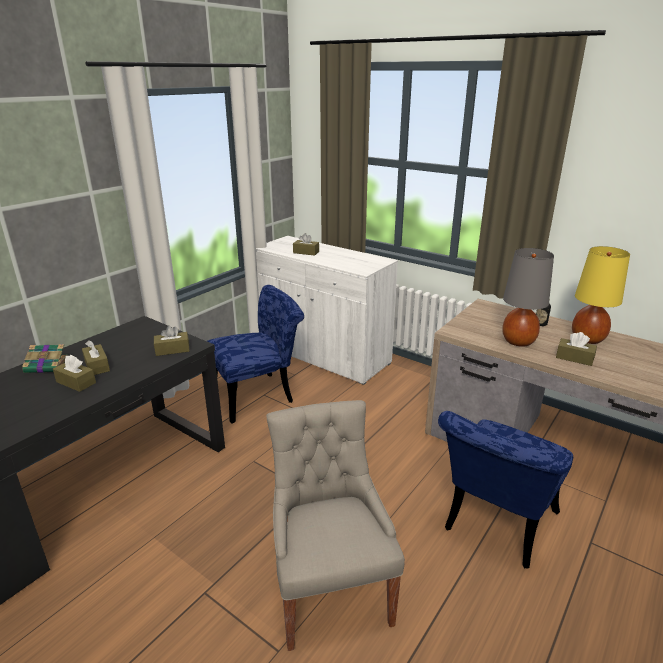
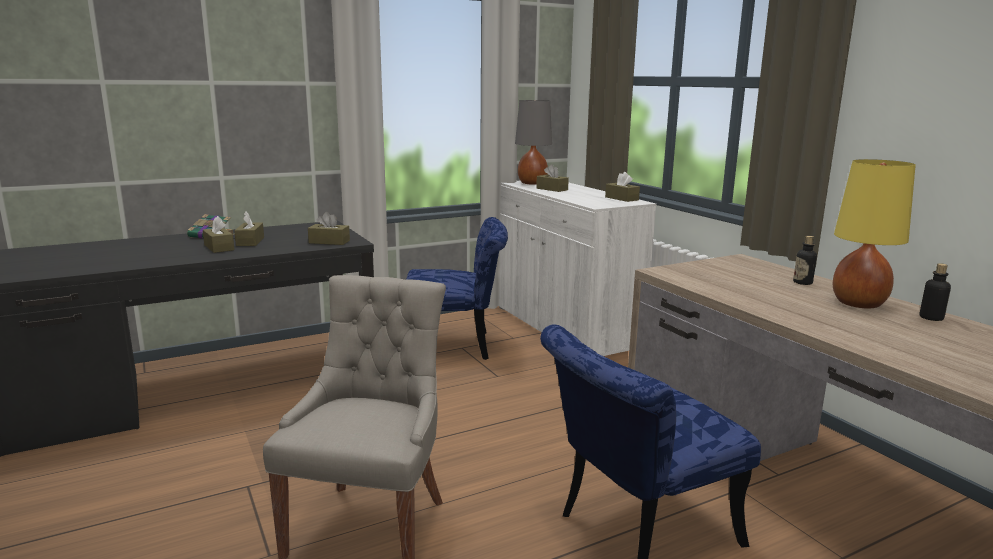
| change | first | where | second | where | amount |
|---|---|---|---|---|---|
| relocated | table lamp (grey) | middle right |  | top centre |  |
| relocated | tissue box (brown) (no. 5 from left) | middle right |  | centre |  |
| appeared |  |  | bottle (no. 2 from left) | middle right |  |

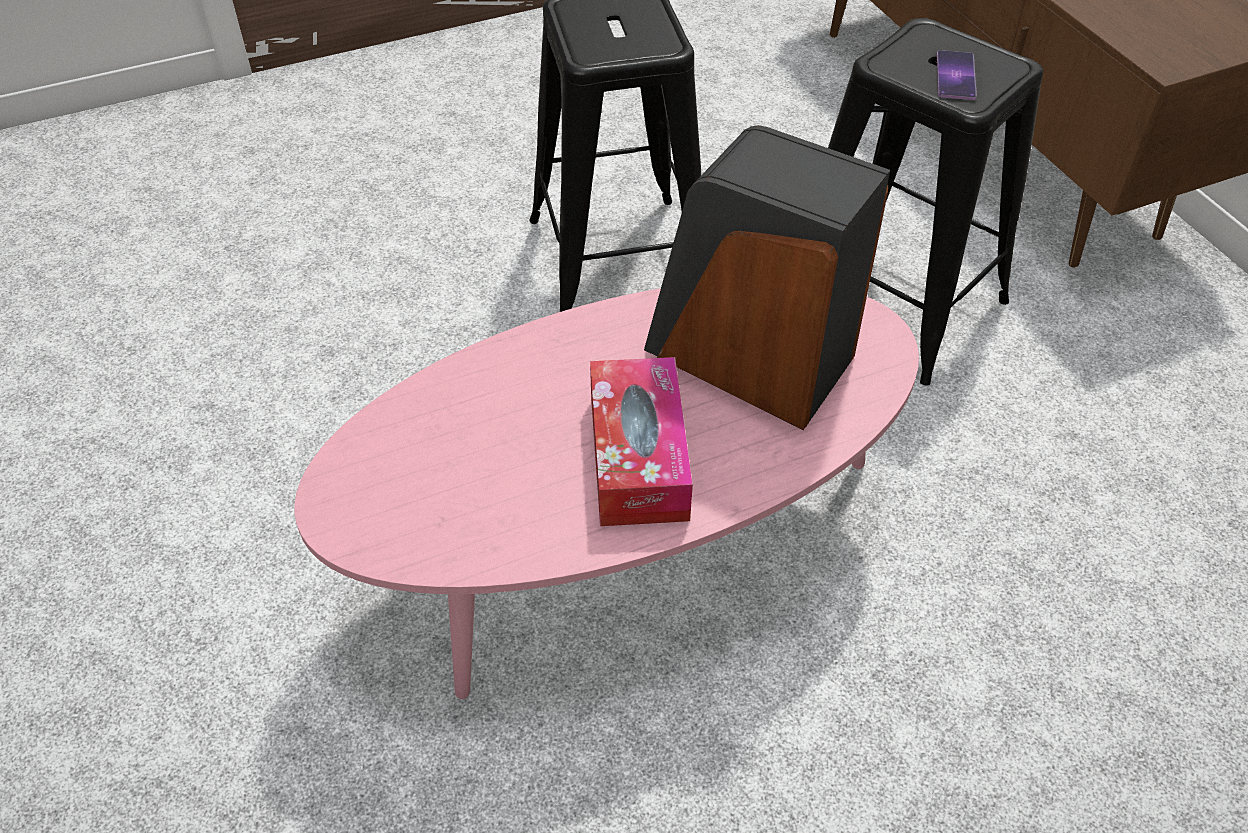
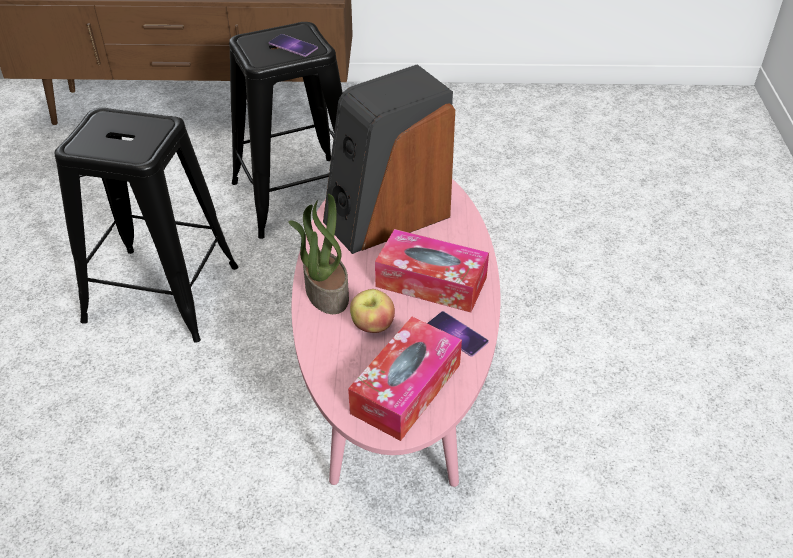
| change | first | where | second | where | amount |
|---|---|---|---|---|---|
| appeared |  |  | potted plant | centre |  |
| appeared |  |  | apple | centre |  |
| appeared |  |  | phone (no. 2 from left) | centre |  |
| appeared |  |  | tissue box (no. 1 from left) | bottom centre |  |

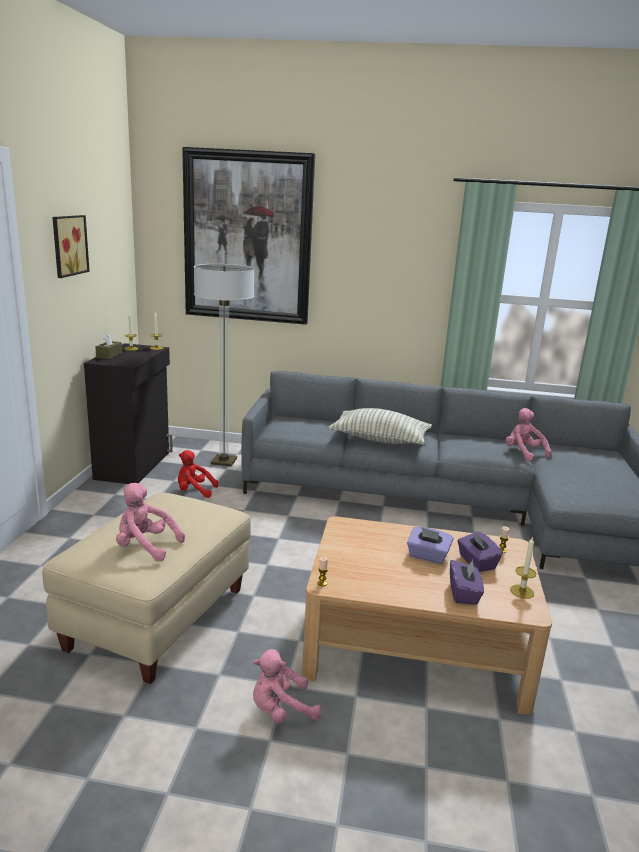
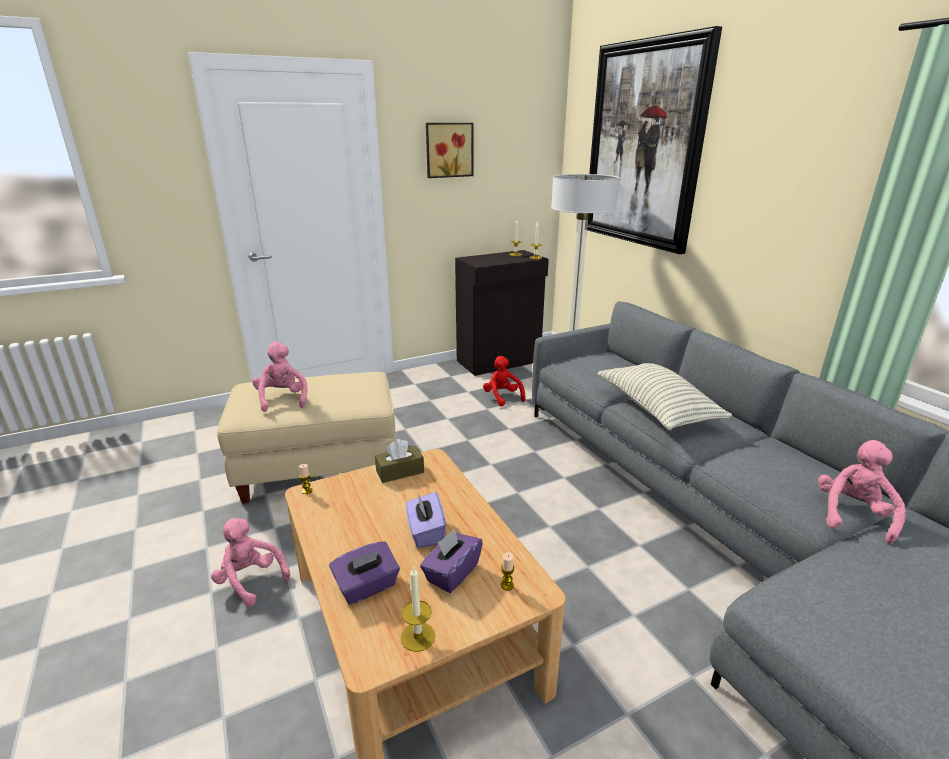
| change | first | where | second | where | amount |
|---|---|---|---|---|---|
| relocated | tissue box (brown) | middle left |  | centre |  |

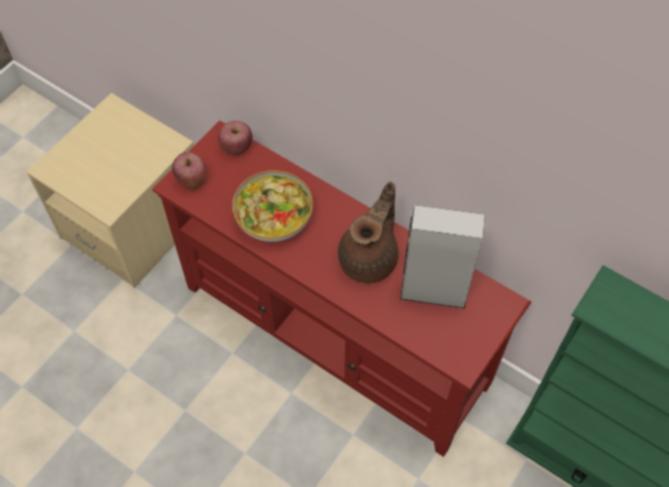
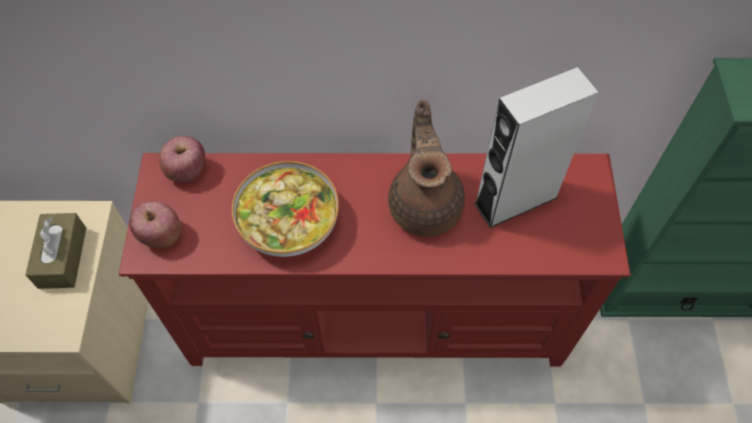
| change | first | where | second | where | amount |
|---|---|---|---|---|---|
| appeared |  |  | tissue box (brown) | middle left |  |

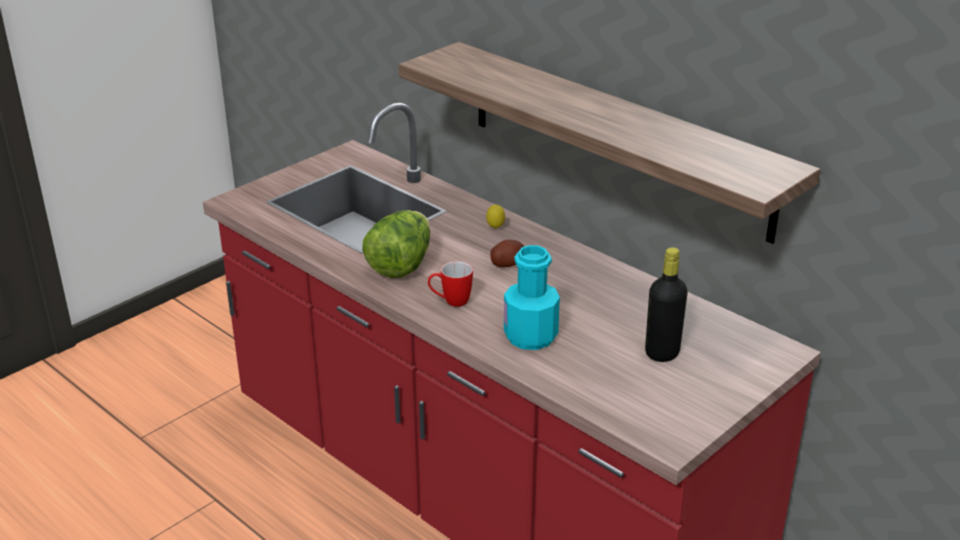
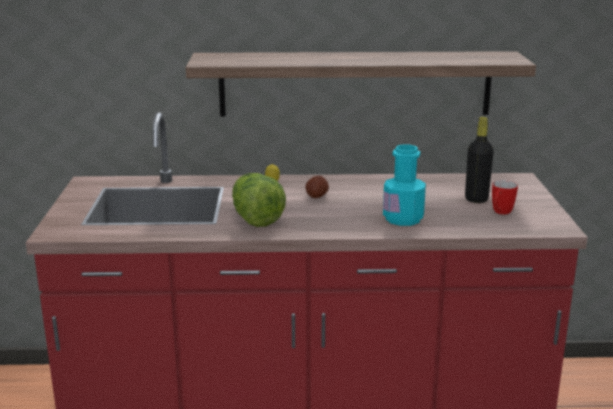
| change | first | where | second | where | amount |
|---|---|---|---|---|---|
| relocated | mug | centre |  | middle right |  |

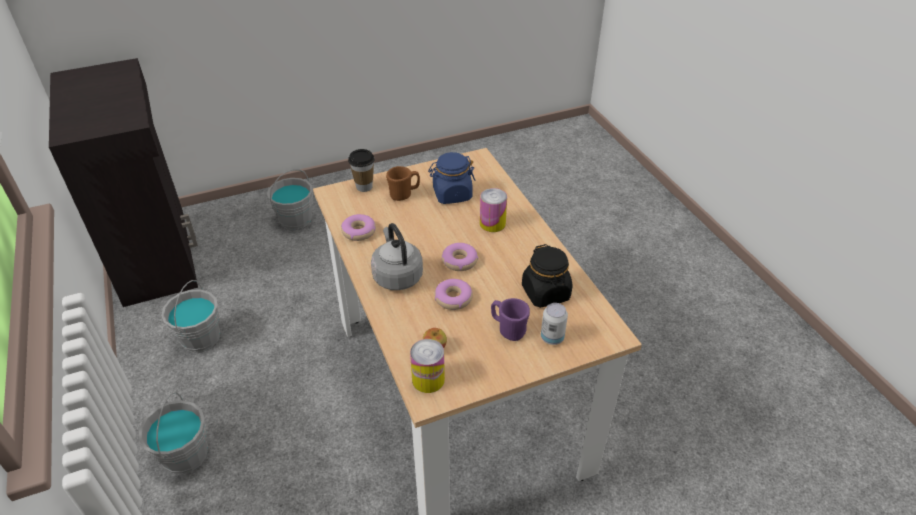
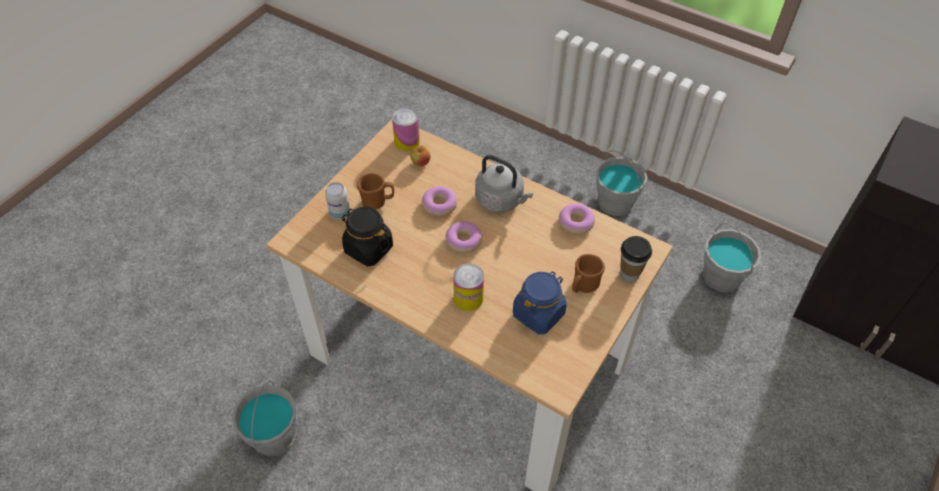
| change | first | where | second | where | amount |
|---|---|---|---|---|---|
| relocated | bucket (grey) (no. 3 from left in the first image) | middle left | bucket (grey) (no. 1 from left) | bottom left |  |
| colour | mug (purple) | centre | mug (brown) (no. 1 from left) | centre |  |

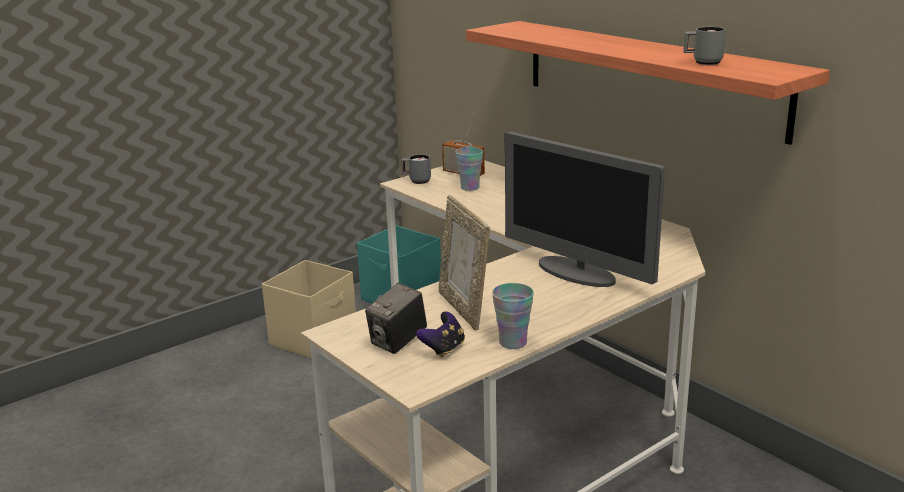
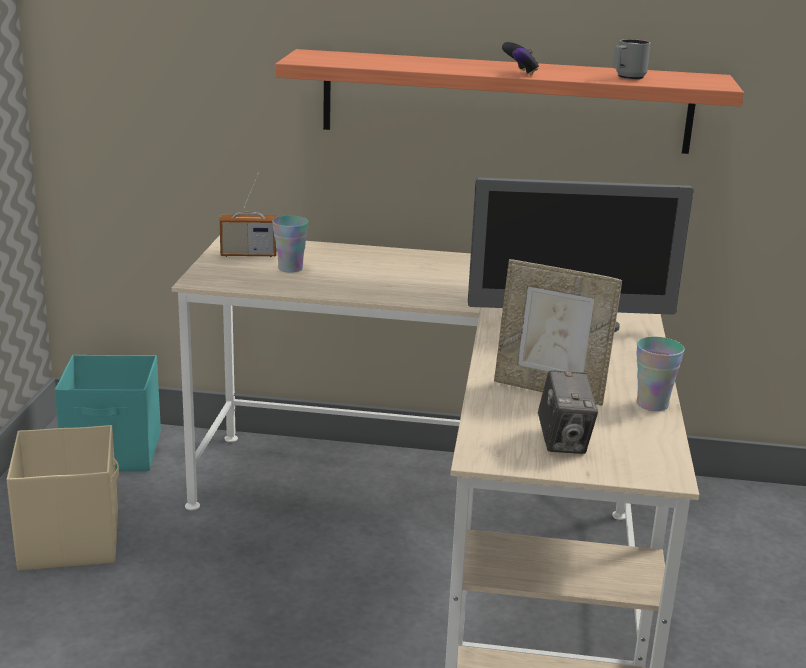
| change | first | where | second | where | amount |
|---|---|---|---|---|---|
| missing | mug (grey) (no. 1 from left) | centre |  |  |  |
| relocated | game controller | bottom centre |  | top centre |  |

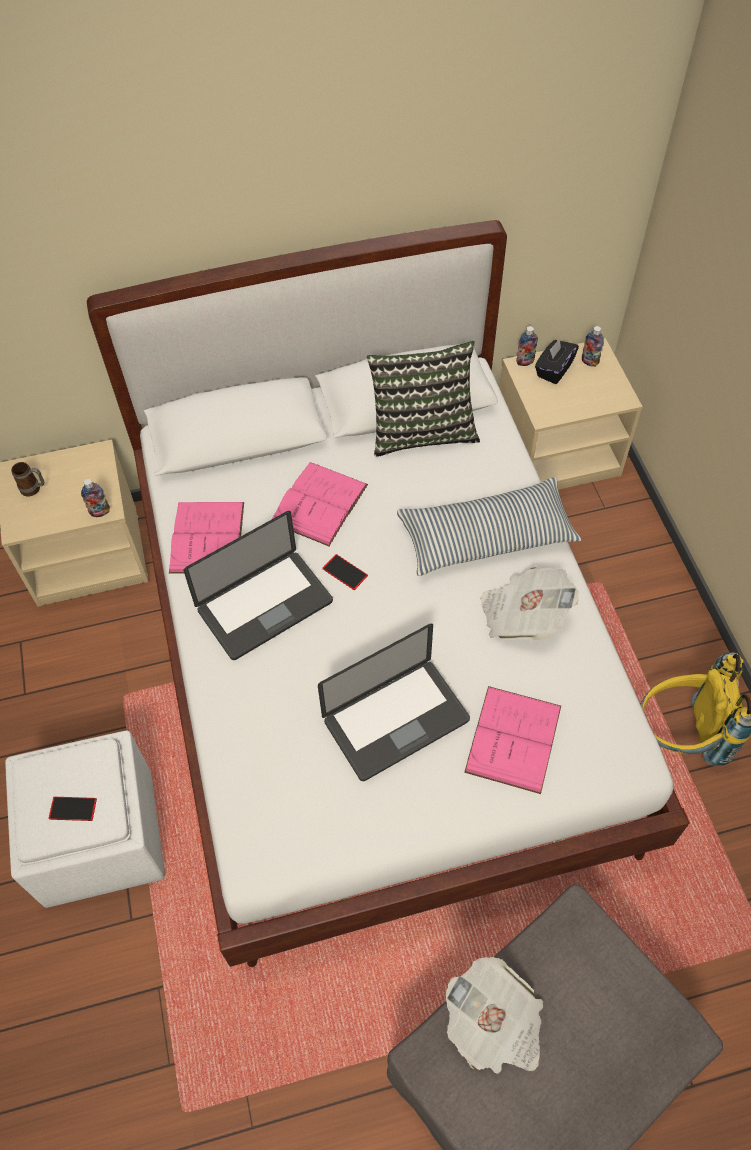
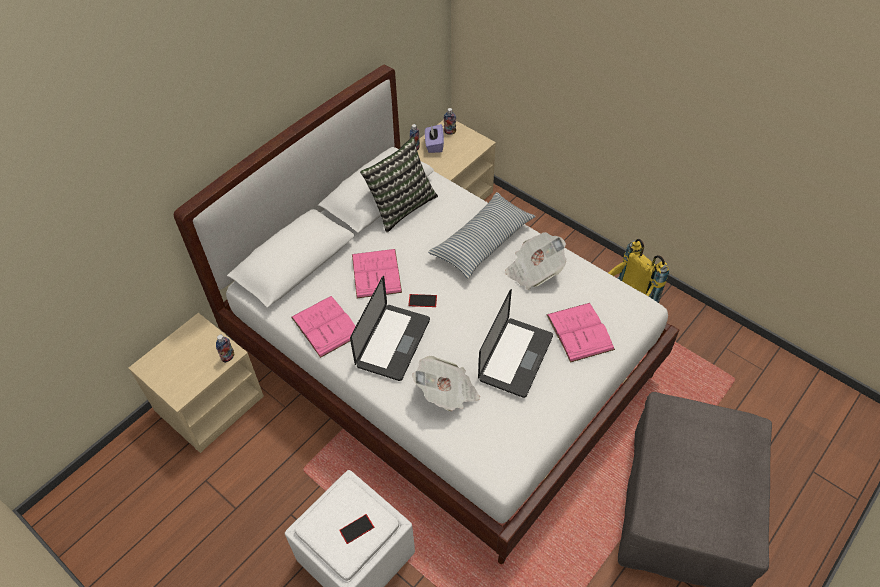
| change | first | where | second | where | amount |
|---|---|---|---|---|---|
| colour | tissue box (black) | top right | tissue box (purple) | top centre |  |
| missing | mug | middle left |  |  |  |
| relocated | newspaper (no. 1 from left) | bottom centre |  | centre |  |

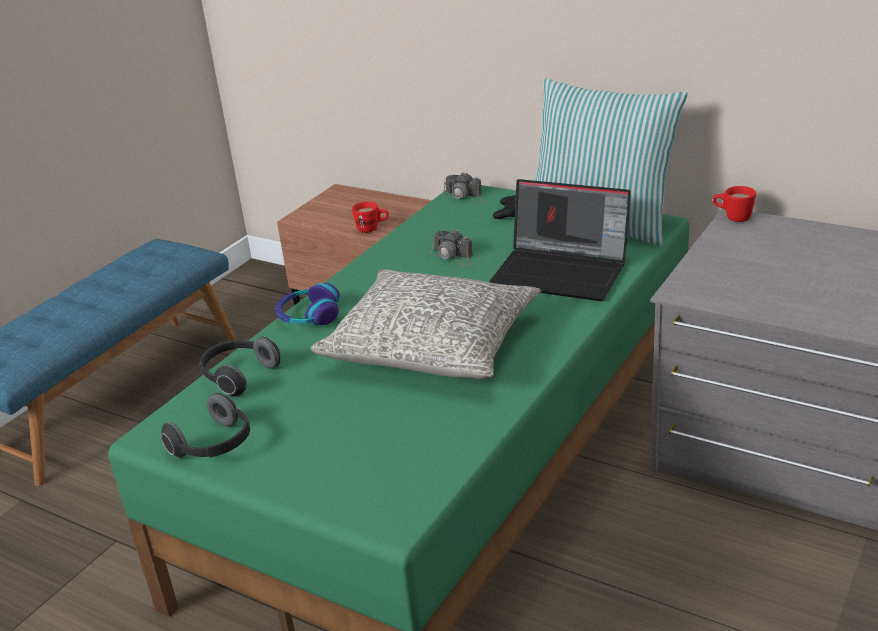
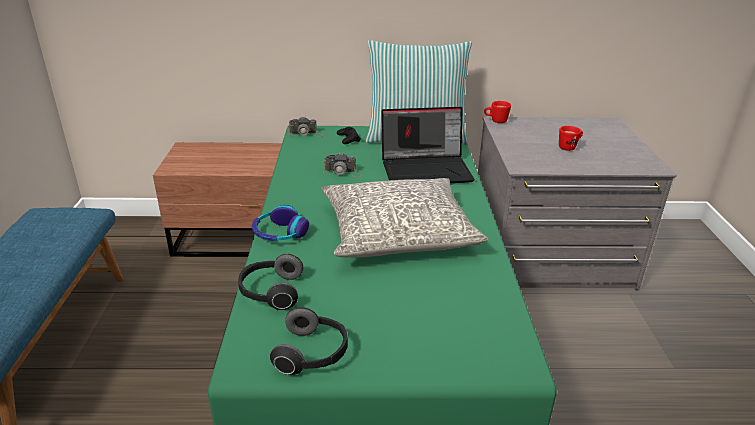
| change | first | where | second | where | amount |
|---|---|---|---|---|---|
| relocated | mug (red) (no. 1 from left in the first image) | centre | mug (red) (no. 2 from left) | top right |  |

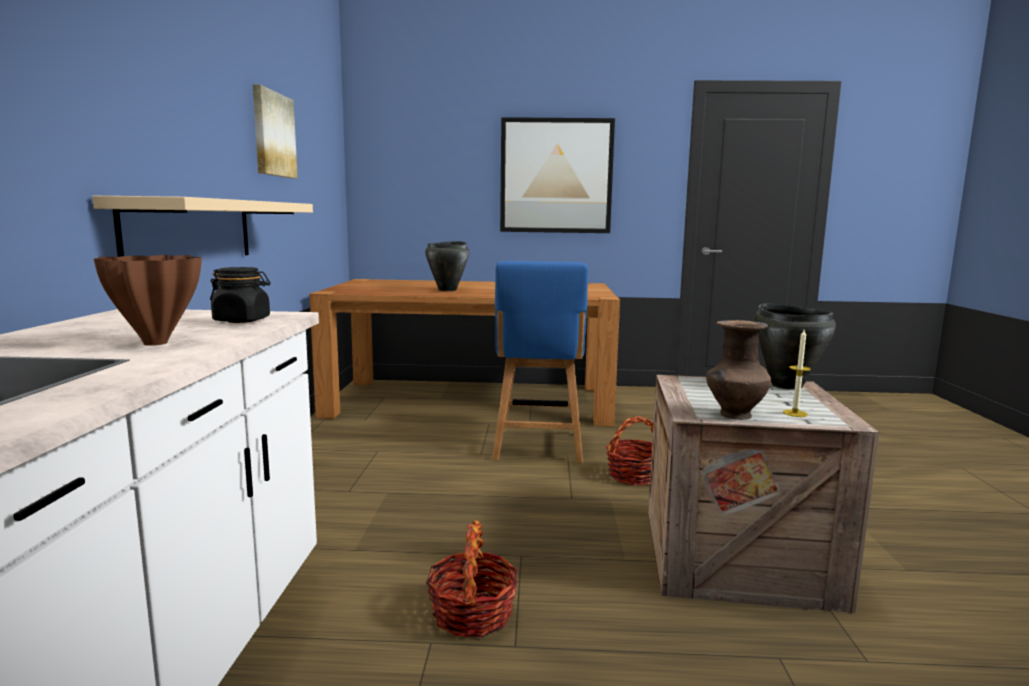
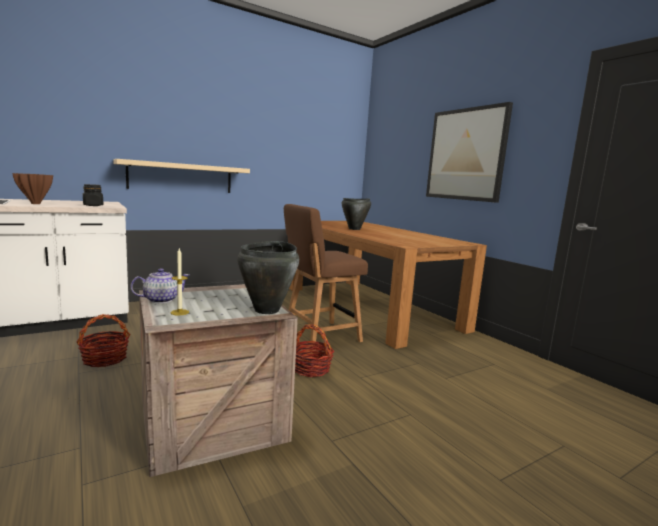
| change | first | where | second | where | amount |
|---|---|---|---|---|---|
| missing | picture (no. 1 from left) | top left |  |  |  |
| colour | chair (blue) | centre | chair (brown) | centre |  |
| exchanged | vase (brown) (no. 2 from left) | middle right | teapot | middle left |  |

